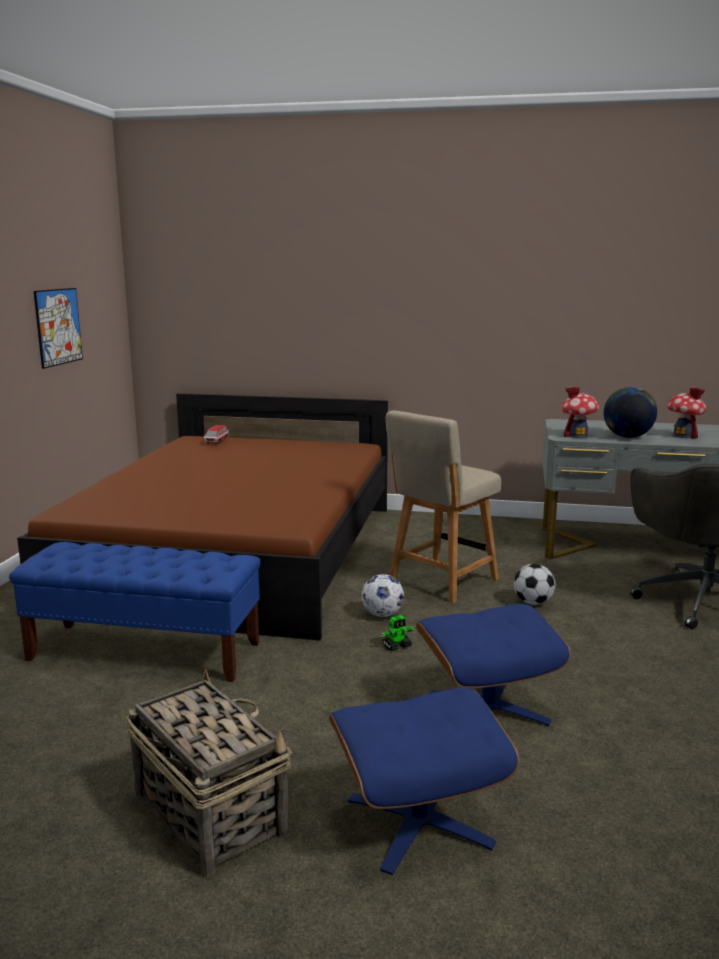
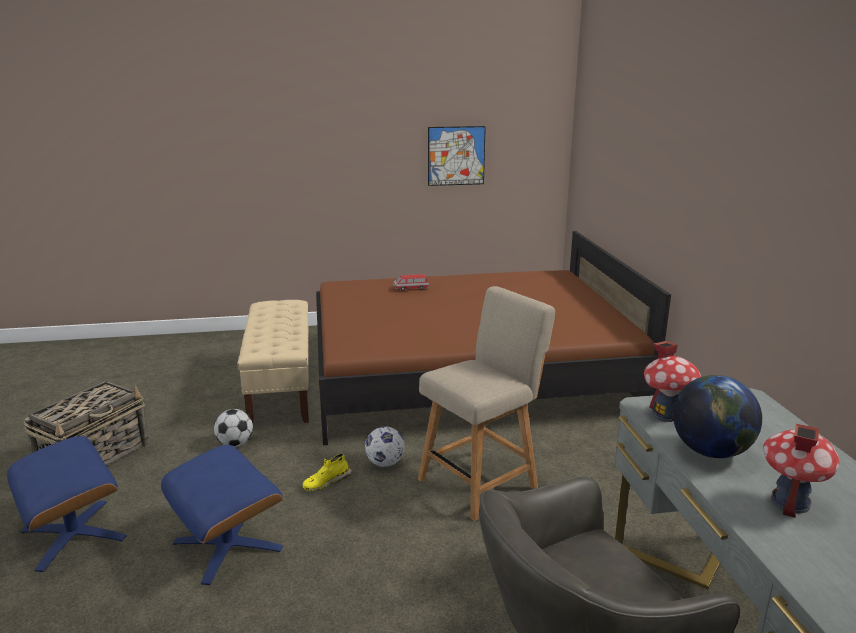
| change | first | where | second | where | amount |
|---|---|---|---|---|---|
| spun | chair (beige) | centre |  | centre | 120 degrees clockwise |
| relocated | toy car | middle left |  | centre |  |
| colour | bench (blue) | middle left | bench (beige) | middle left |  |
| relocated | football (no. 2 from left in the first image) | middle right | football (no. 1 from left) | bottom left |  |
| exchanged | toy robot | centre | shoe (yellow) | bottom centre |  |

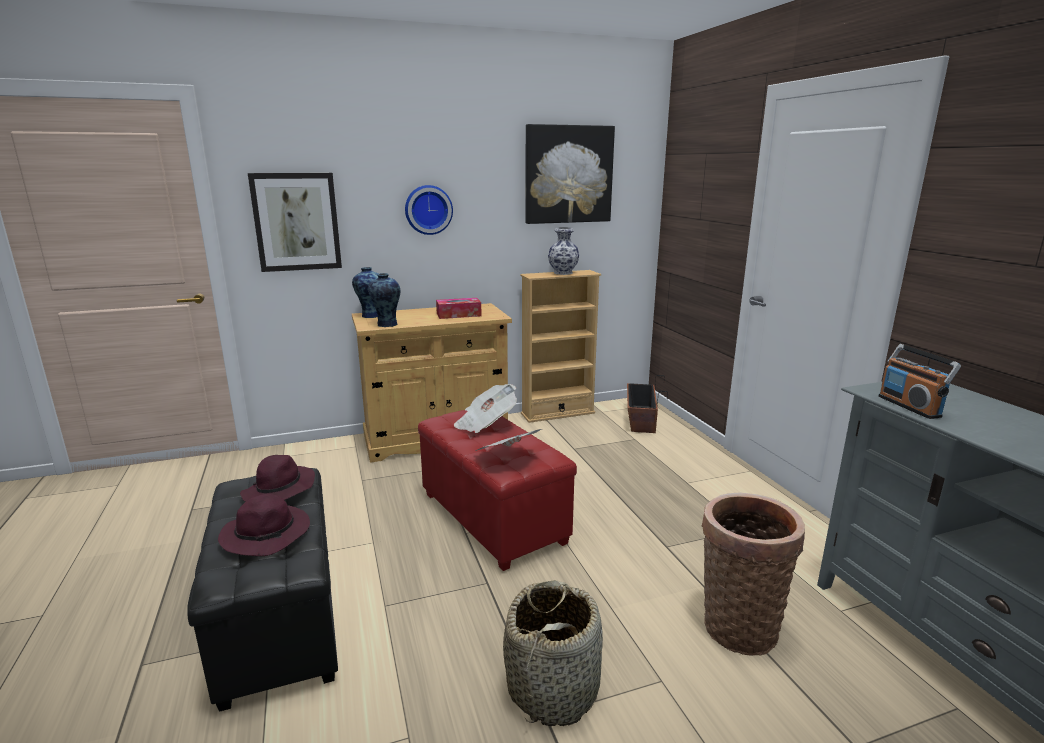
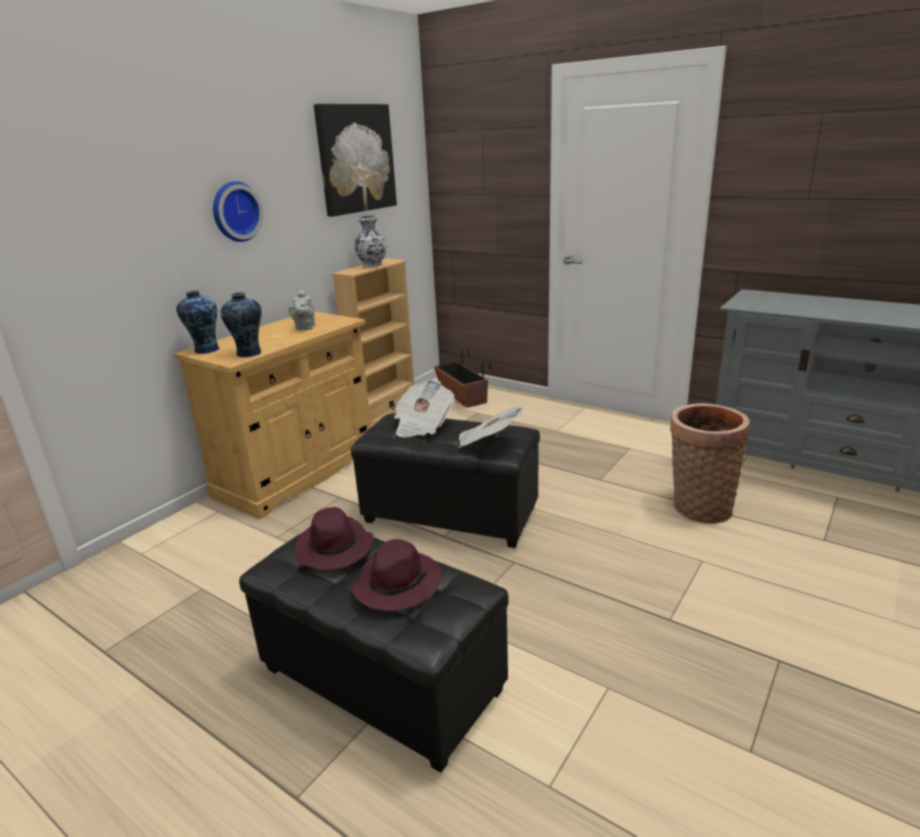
| change | first | where | second | where | amount |
|---|---|---|---|---|---|
| missing | picture (no. 1 from left) | top left |  |  |  |
| exchanged | tissue box | centre | teapot (grey) | middle left |  |
| missing | radio | middle right |  |  |  |
| colour | ottoman (red) | centre | ottoman (black) (no. 2 from left) | centre |  |
| missing | basket (no. 1 from left) | bottom centre |  |  |  |

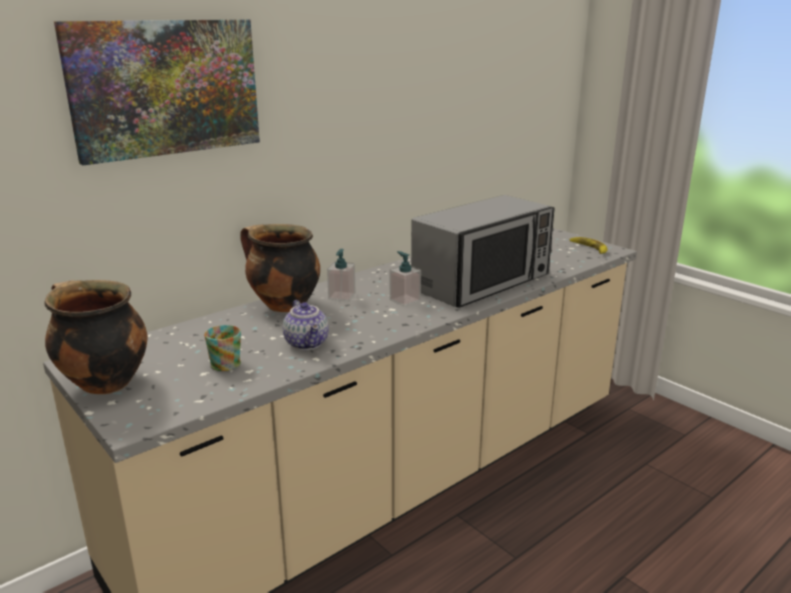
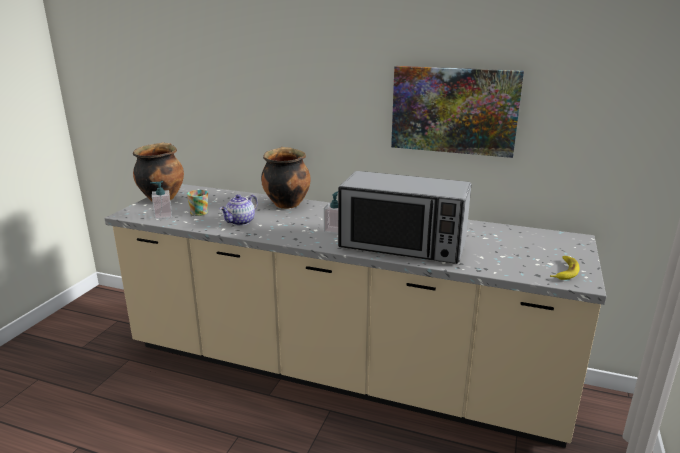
| change | first | where | second | where | amount |
|---|---|---|---|---|---|
| relocated | picture | top left |  | top right |  |
| relocated | soap dispenser (no. 1 from left) | centre |  | middle left |  |

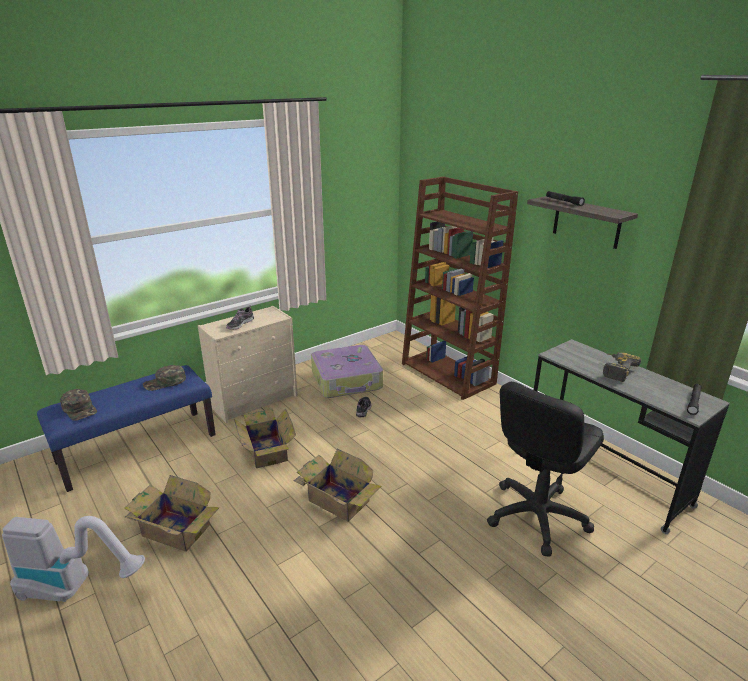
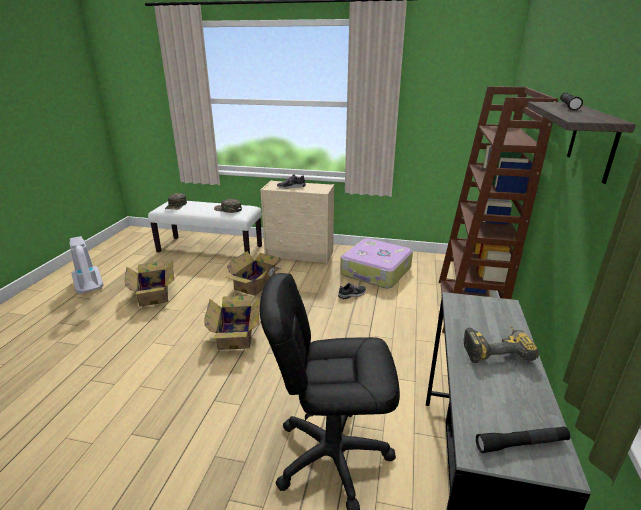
| change | first | where | second | where | amount |
|---|---|---|---|---|---|
| colour | bench (blue) | middle left | bench (white) | middle left |  |

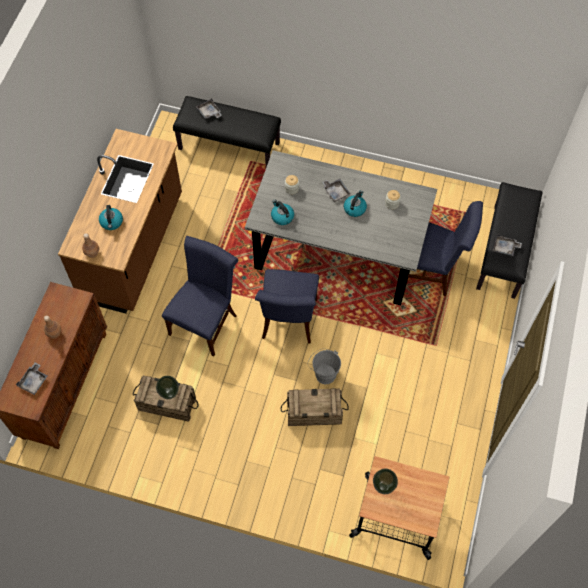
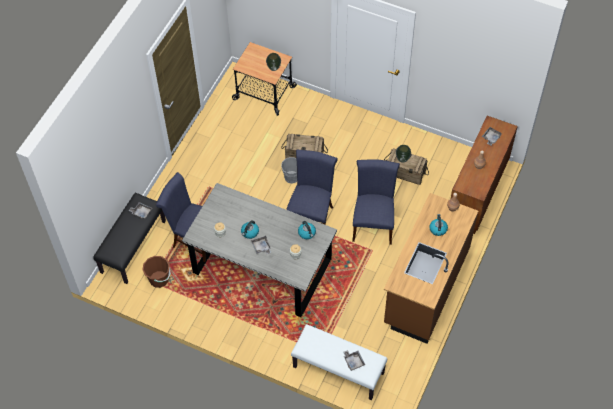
| change | first | where | second | where | amount |
|---|---|---|---|---|---|
| colour | bench (black) (no. 1 from left) | top centre | bench (white) | bottom centre |  |
| spun | chair (blue) (no. 1 from left in the first image) | centre | chair (blue) (no. 3 from left) | centre | 150 degrees clockwise |
| appeared |  |  | bucket (brown) | middle left |  |

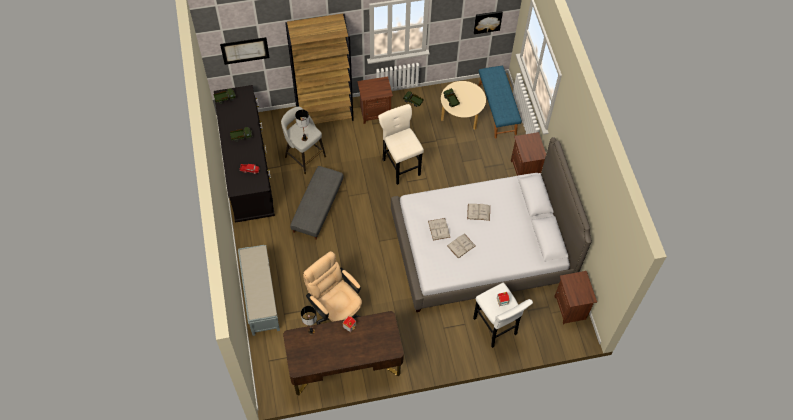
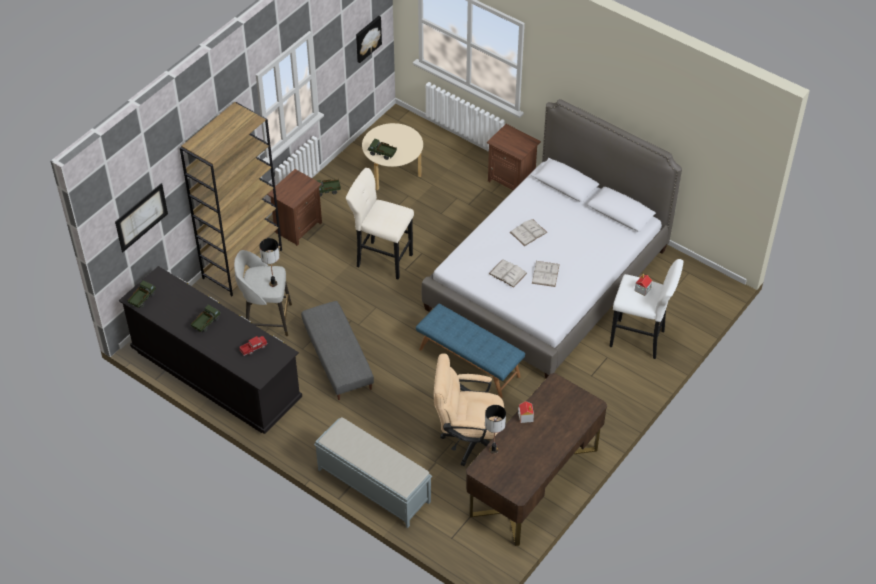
| change | first | where | second | where | amount |
|---|---|---|---|---|---|
| relocated | bench (blue) | top centre |  | centre |  |
| missing | nightstand (brown) (no. 3 from left) | bottom right |  |  |  |

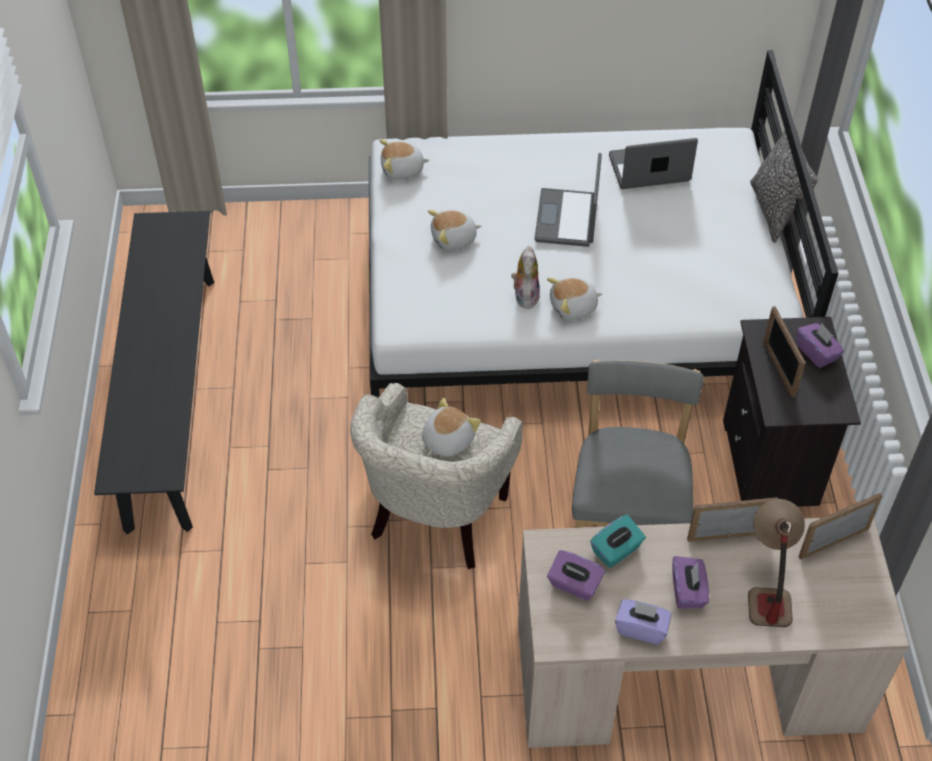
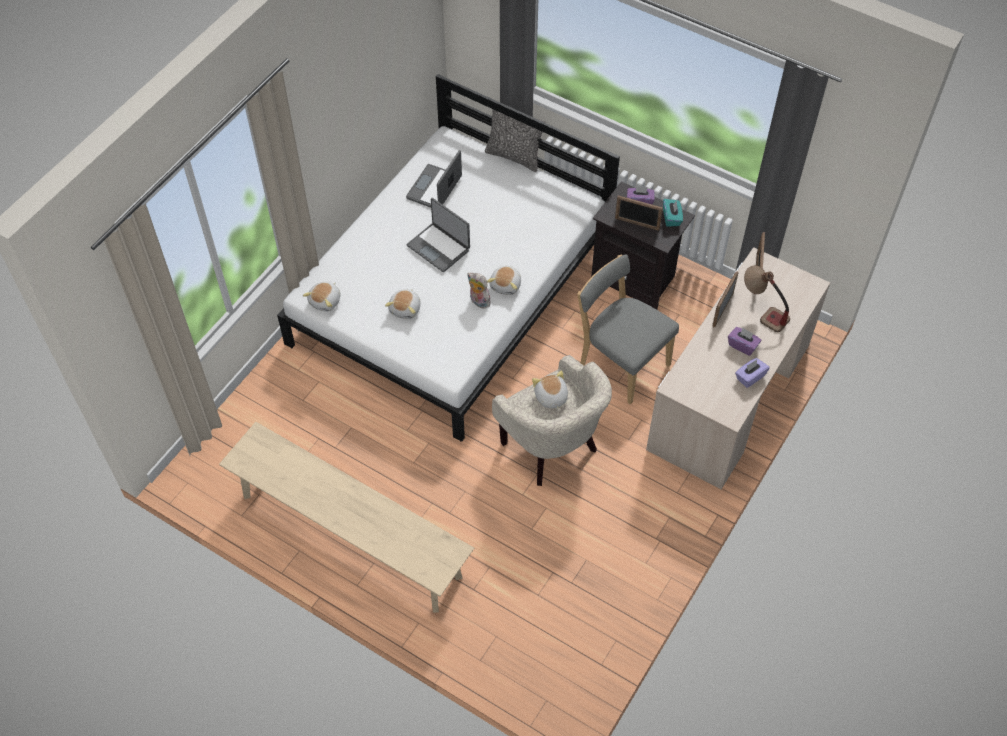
| change | first | where | second | where | amount |
|---|---|---|---|---|---|
| colour | bench (black) | middle left | bench (beige) | bottom centre |  |
| relocated | tissue box (turquoise) | bottom centre |  | top right |  |
| missing | tissue box (purple) (no. 1 from left) | bottom centre |  |  |  |

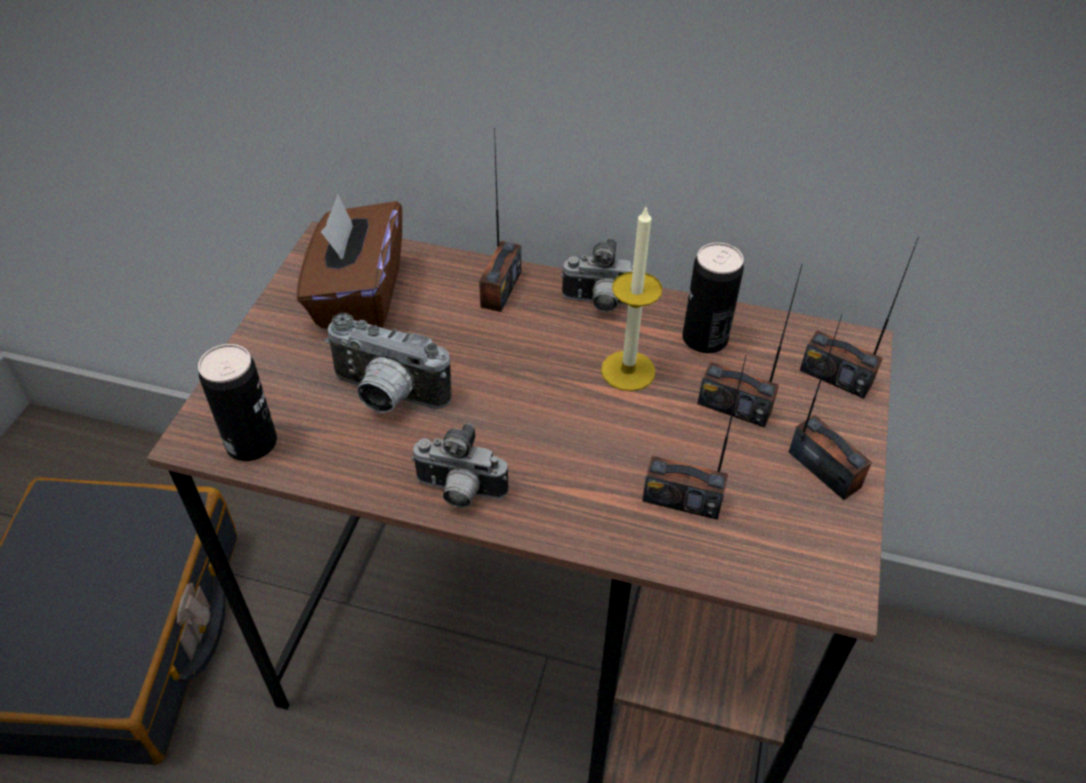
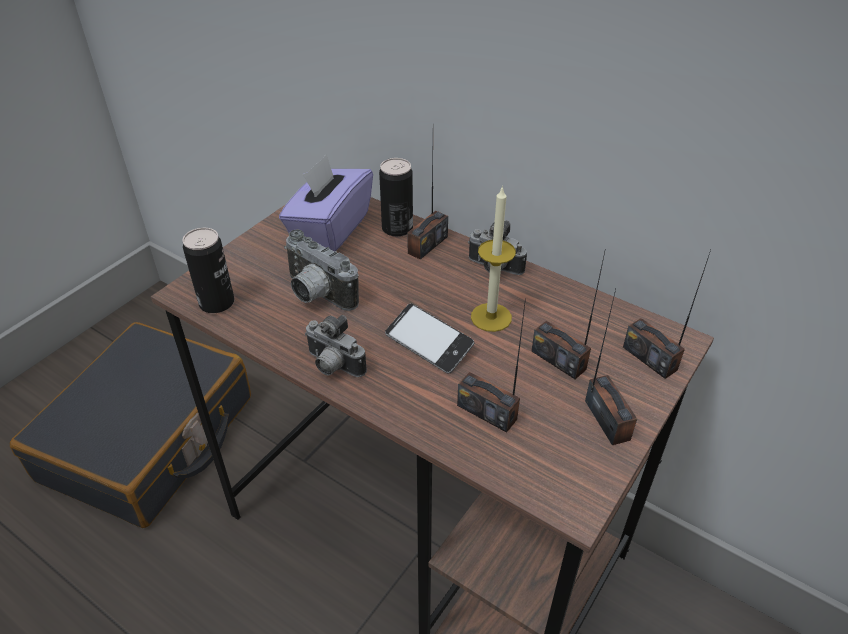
| change | first | where | second | where | amount |
|---|---|---|---|---|---|
| colour | tissue box (brown) | middle left | tissue box (purple) | top centre |  |
| relocated | can (no. 2 from left) | centre |  | top centre |  |
| appeared |  |  | phone | centre |  |

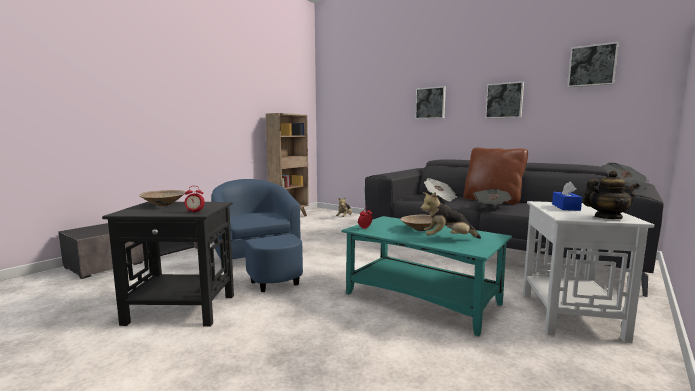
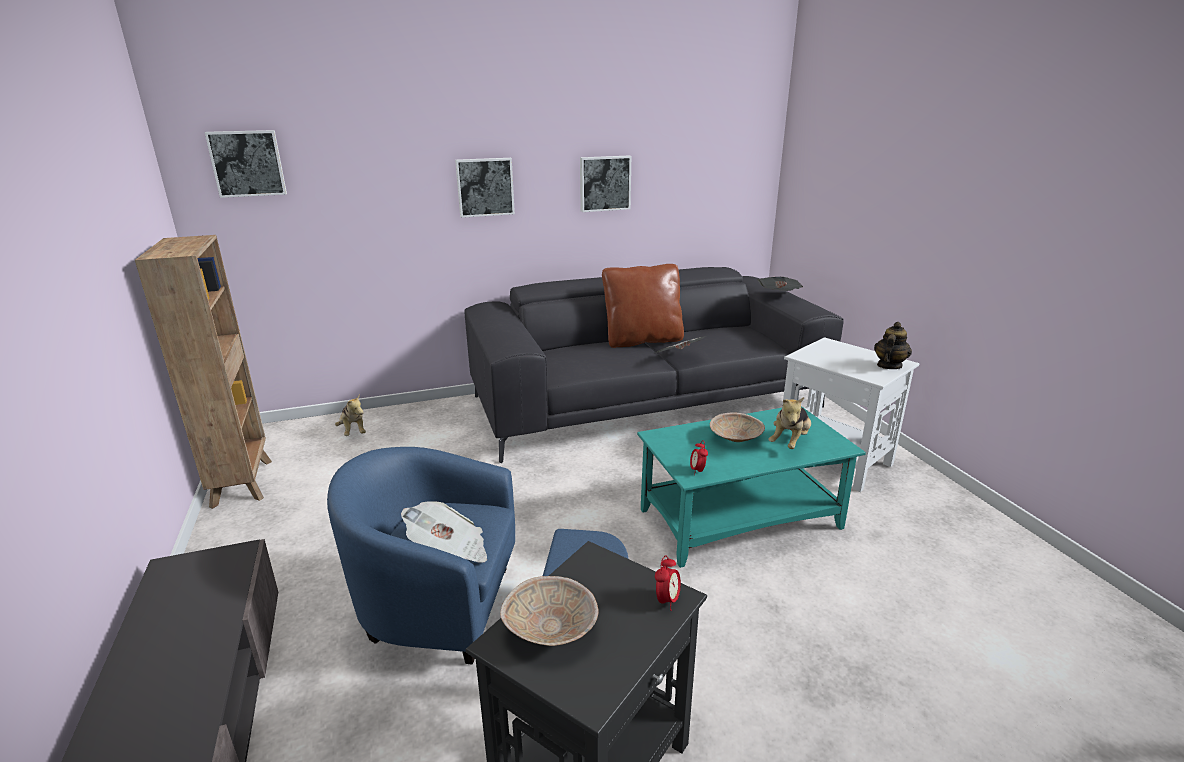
| change | first | where | second | where | amount |
|---|---|---|---|---|---|
| relocated | picture (no. 3 from left in the first image) | top right | picture (no. 1 from left) | top left |  |
| relocated | newspaper (no. 1 from left) | centre |  | bottom centre |  |
| missing | tissue box (blue) | middle right |  |  |  |

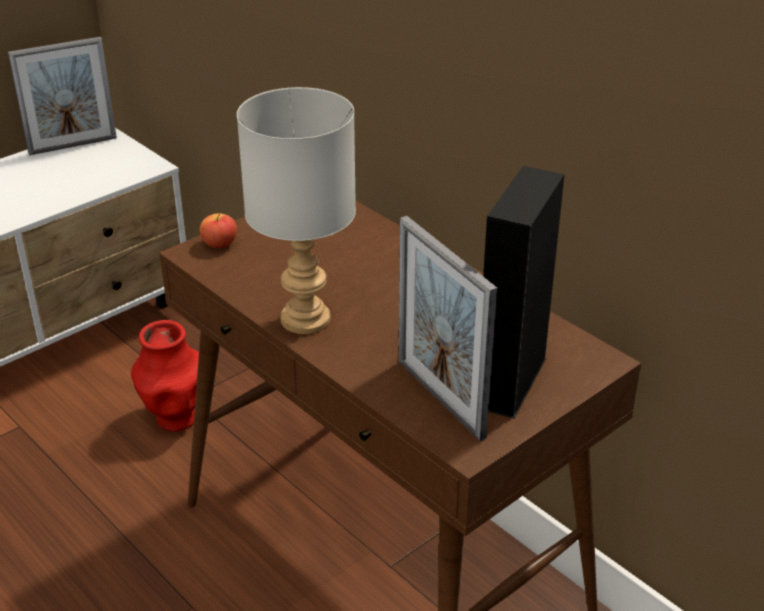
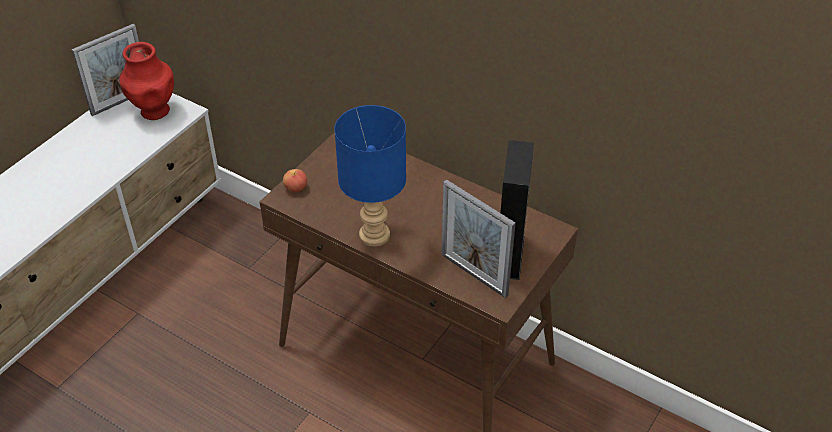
| change | first | where | second | where | amount |
|---|---|---|---|---|---|
| colour | table lamp (grey) | centre | table lamp (blue) | centre |  |
| relocated | vase (red) | middle left |  | top left |  |

